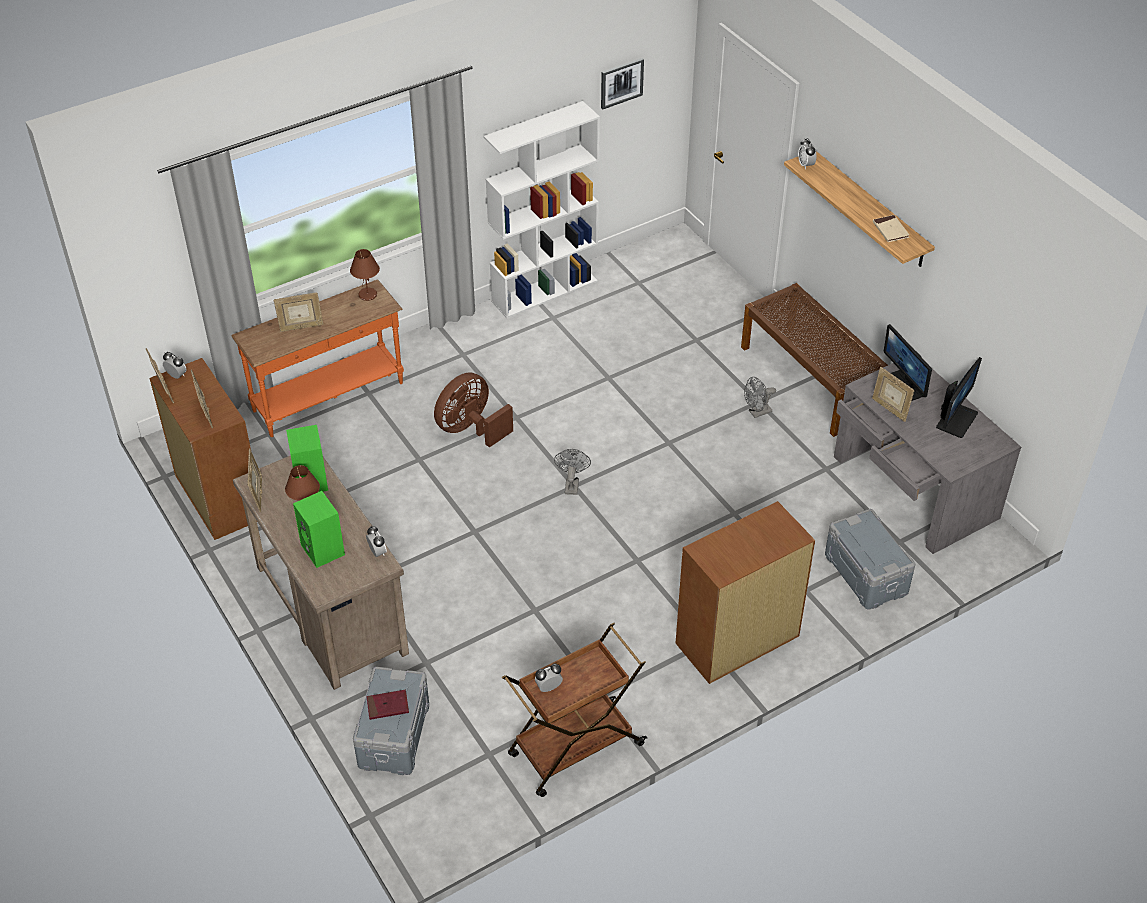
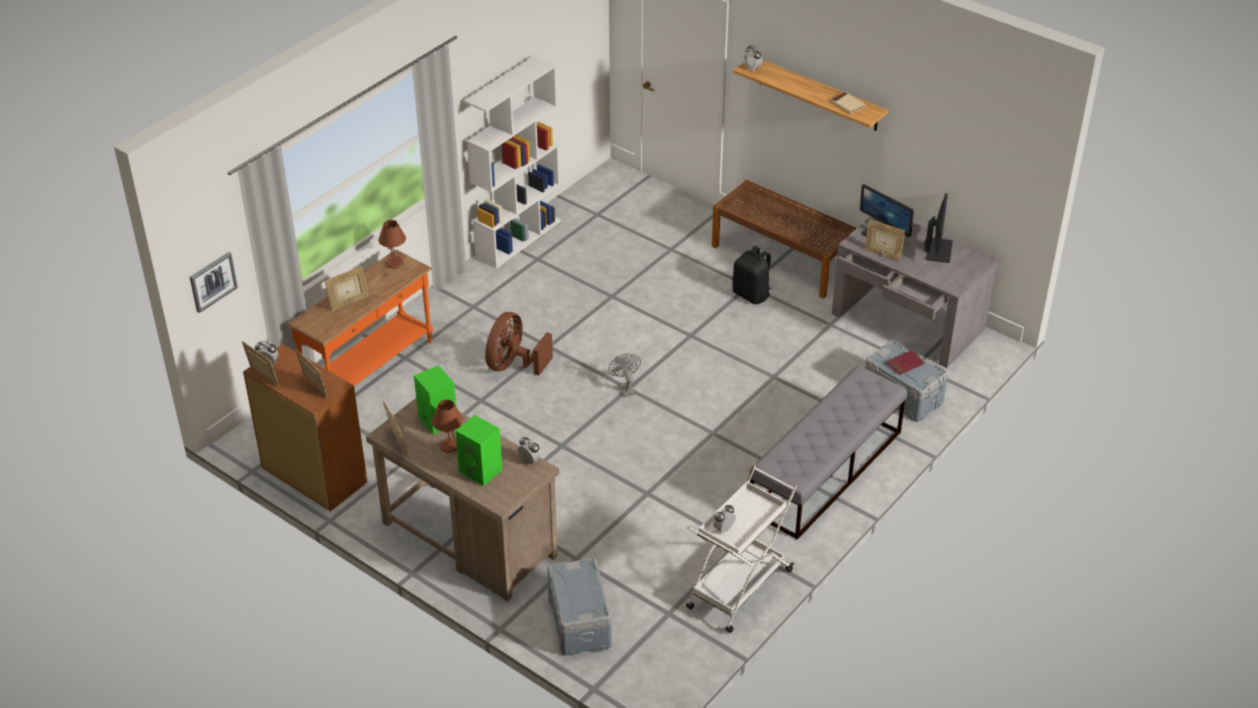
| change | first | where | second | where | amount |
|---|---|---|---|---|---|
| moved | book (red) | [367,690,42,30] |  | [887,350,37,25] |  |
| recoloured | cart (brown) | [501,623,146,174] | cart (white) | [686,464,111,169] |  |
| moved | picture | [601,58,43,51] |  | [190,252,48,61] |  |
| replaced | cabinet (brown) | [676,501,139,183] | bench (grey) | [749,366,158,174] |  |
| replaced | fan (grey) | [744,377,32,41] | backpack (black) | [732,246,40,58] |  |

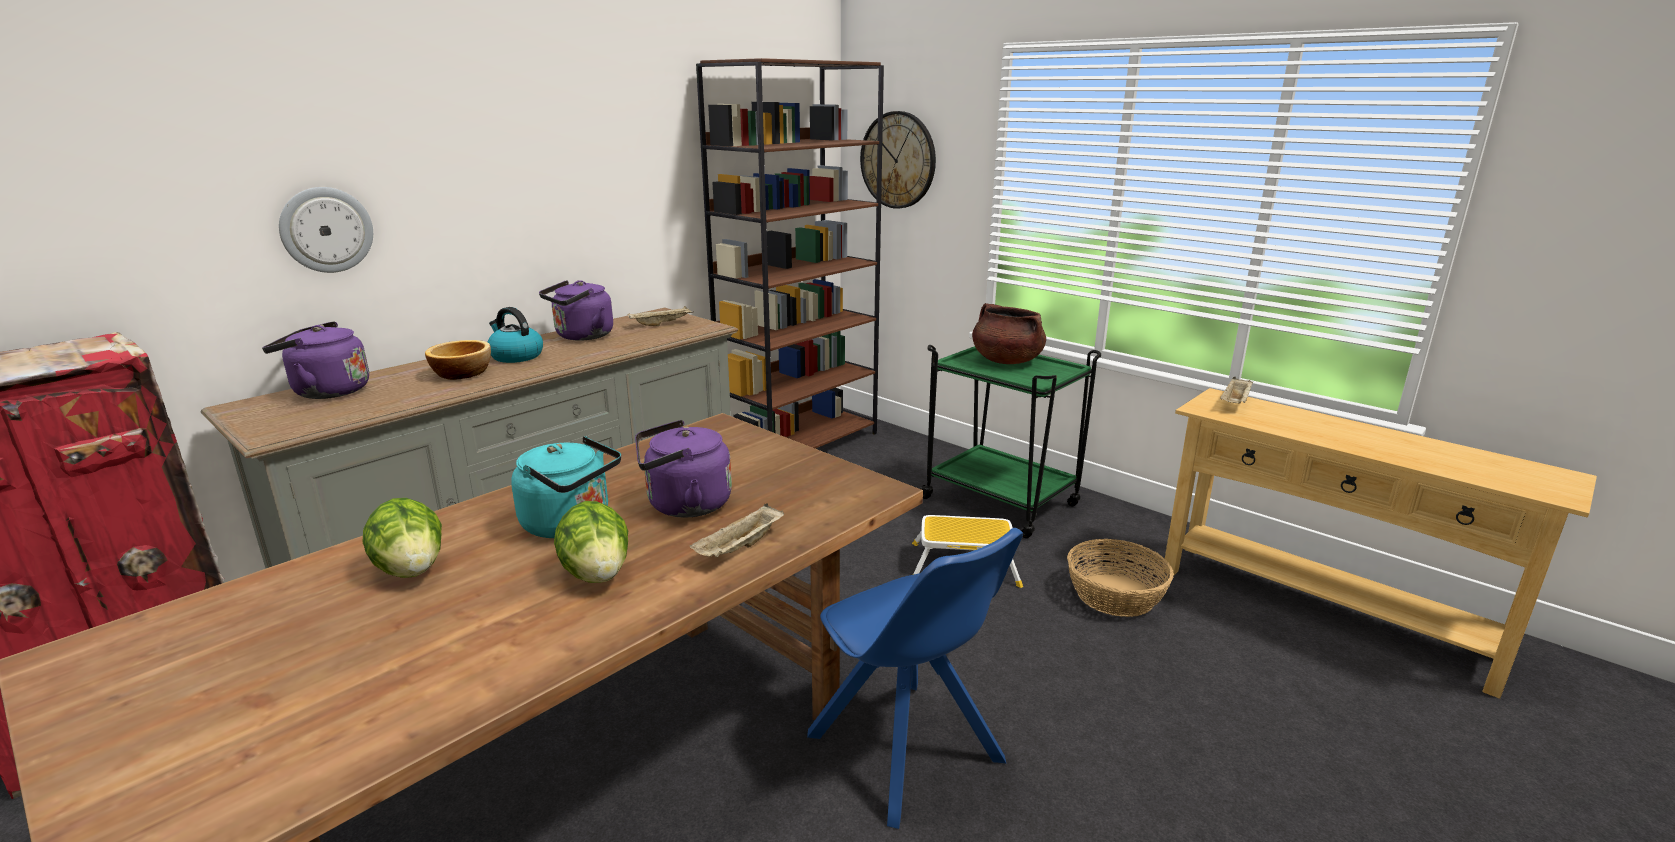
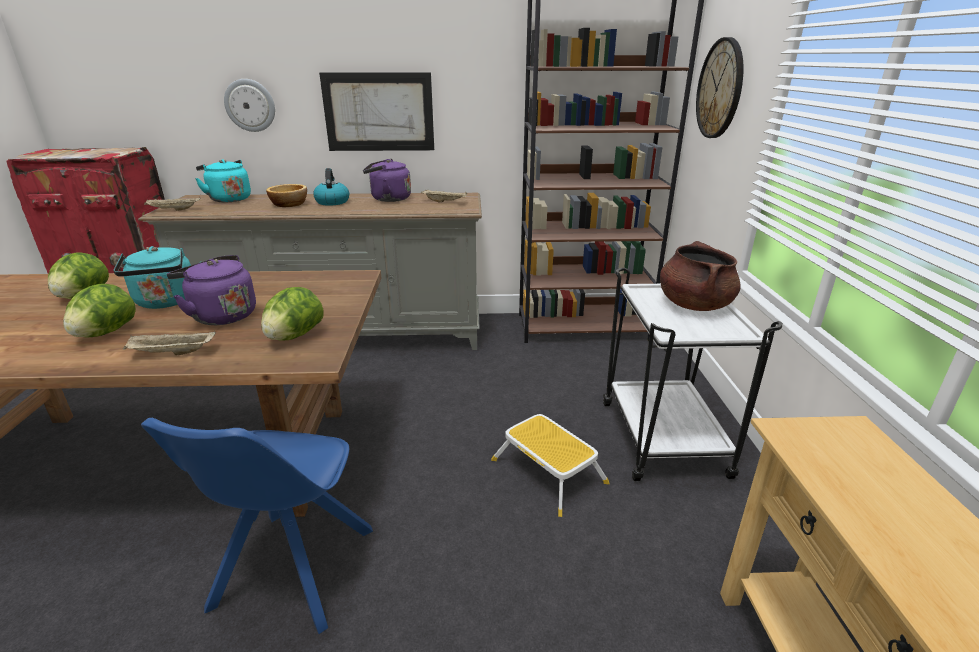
| change | first | where | second | where | amount |
|---|---|---|---|---|---|
| recoloured | kettle (purple) | [262,321,107,78] | kettle (turquoise) | [195,159,56,43] |  |
| recoloured | cart (green) | [920,345,181,193] | cart (white) | [603,268,180,213] |  |
| removed | basket | [1067,539,107,78] |  |  |  |
| moved | tray (beige) | [1220,377,33,26] |  | [144,198,57,13] |  |
| added |  |  | lettuce | [261,287,63,53] |  |
| added |  |  | picture | [319,72,115,79] |  |

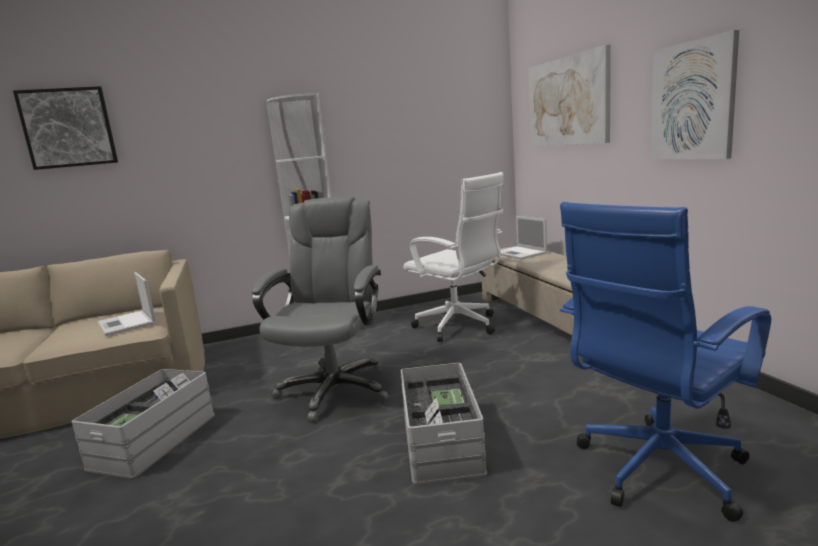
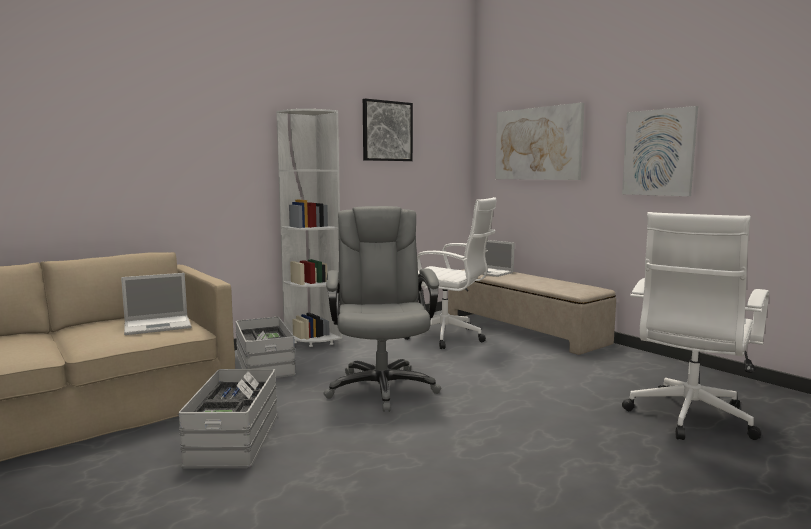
| change | first | where | second | where | amount |
|---|---|---|---|---|---|
| moved | picture | [13,86,105,84] |  | [363,99,50,62] |  |
| turned | laptop | [98,272,58,64] |  | [121,273,70,62] | 60 degrees counterclockwise |
| moved | storage box (grey) | [401,363,86,122] |  | [236,317,60,61] |  |
| recoloured | office chair (blue) | [560,202,211,320] | office chair (white) | [622,212,147,228] |  |

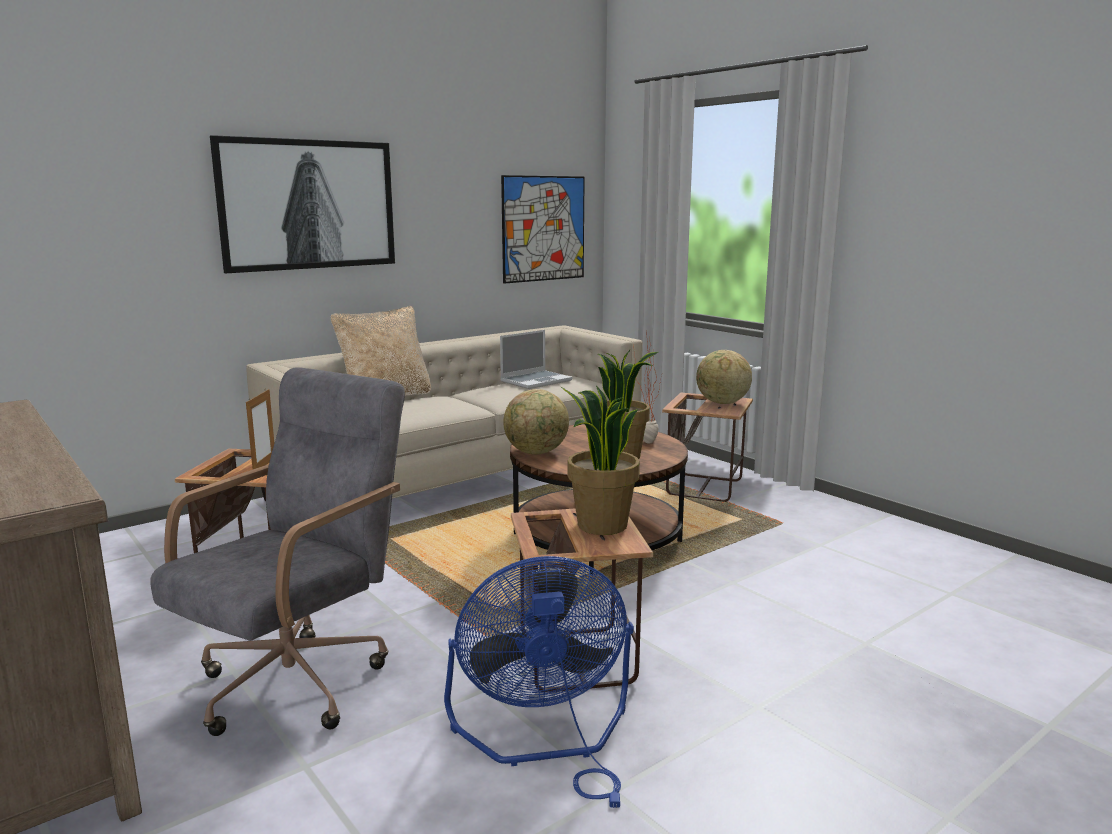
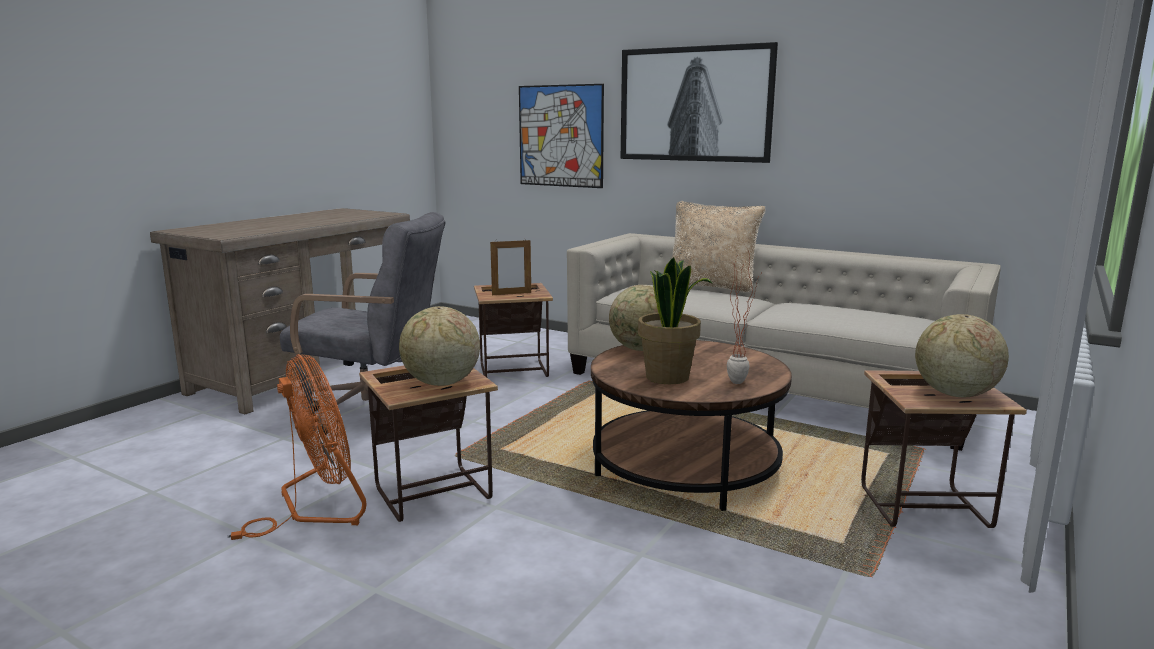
| change | first | where | second | where | amount |
|---|---|---|---|---|---|
| recoloured | fan (blue) | [444,556,190,252] | fan (orange) | [228,354,138,186] |  |
| removed | laptop | [500,330,72,59] |  |  |  |
| moved | picture | [501,175,84,109] |  | [519,84,85,104] |  |
| replaced | potted plant | [561,386,79,149] | globe | [399,306,81,80] |  |

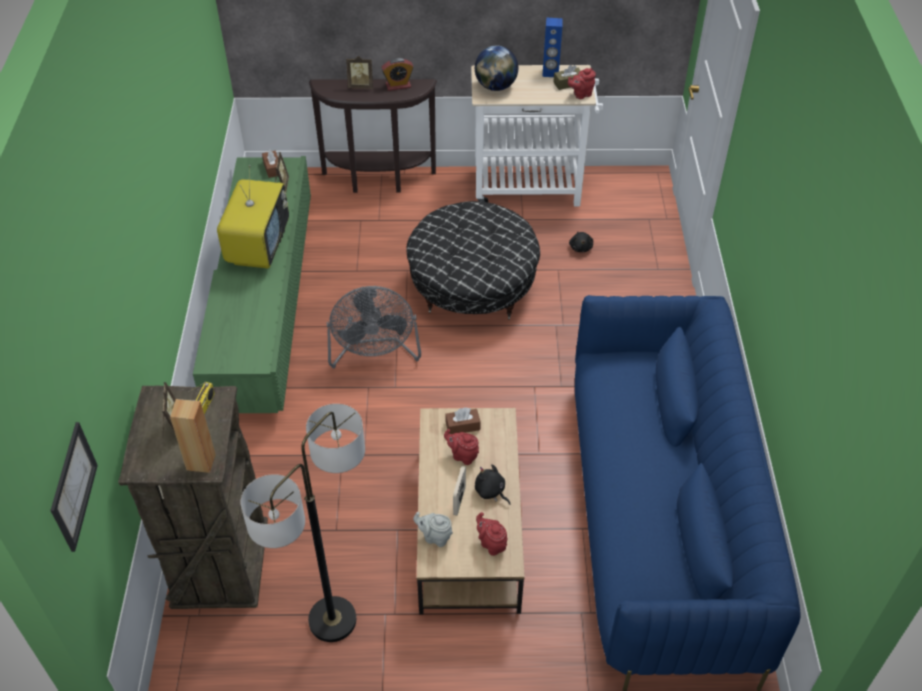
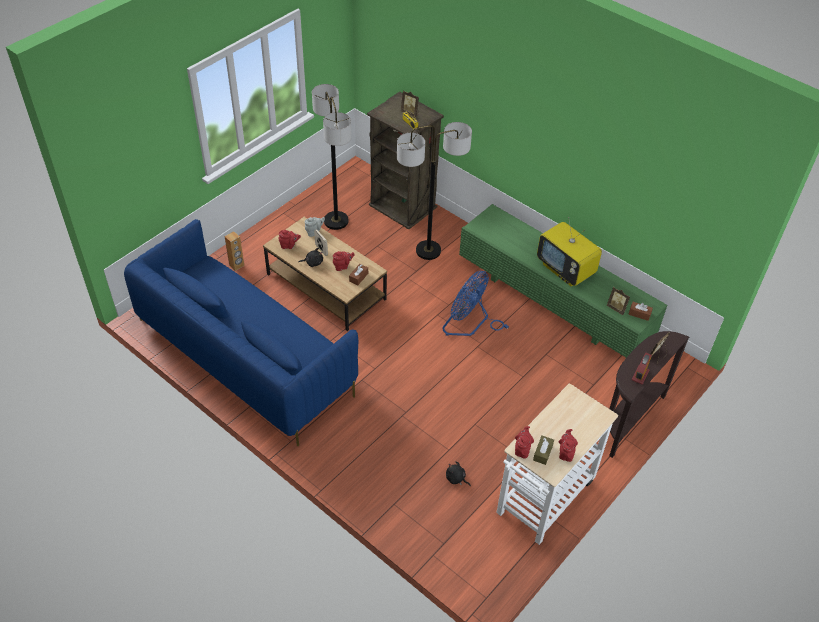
| change | first | where | second | where | amount |
|---|---|---|---|---|---|
| removed | picture | [50,422,48,130] |  |  |  |
| moved | speaker (brown) | [170,399,46,74] |  | [224,231,20,40] |  |
| recoloured | fan (grey) | [327,286,94,83] | fan (blue) | [442,271,67,65] |  |
| removed | ottoman (black) | [406,201,134,119] |  |  |  |
| removed | globe | [475,45,43,46] |  |  |  |
| replaced | speaker (blue) | [542,18,20,59] | teapot (red) | [559,429,19,33] |  |
| added |  |  | floor lamp | [397,122,75,138] |  |

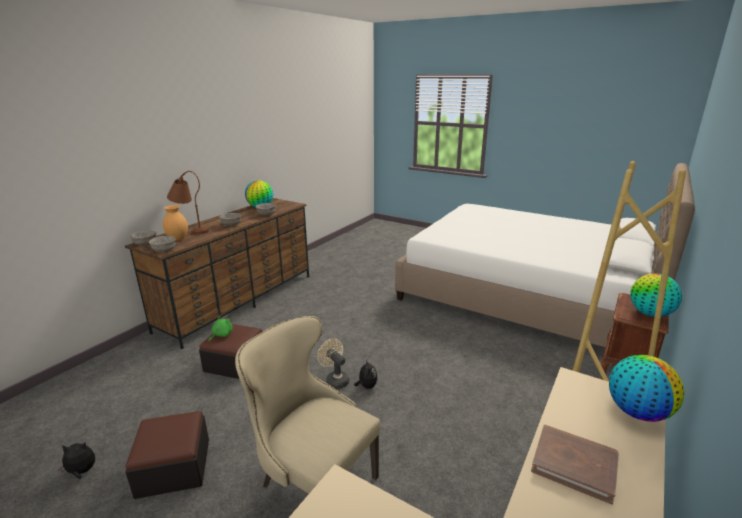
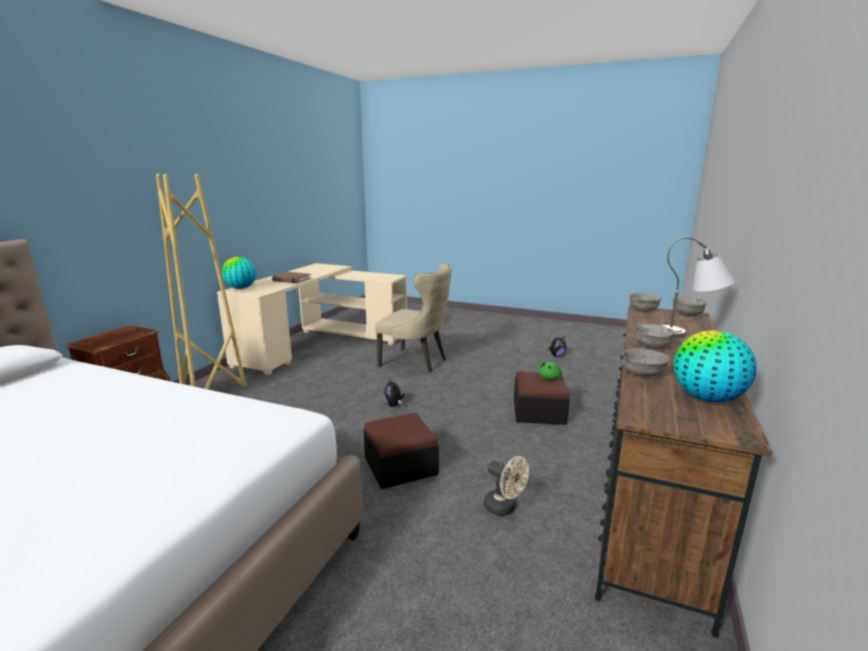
| change | first | where | second | where | amount |
|---|---|---|---|---|---|
| moved | ottoman | [126,411,83,88] |  | [364,413,75,76] |  |
| removed | vase (brown) | [163,205,25,36] |  |  |  |
| recoloured | table lamp (brown) | [167,171,42,64] | table lamp (grey) | [661,237,74,101] |  |
| moved | fan (beige) | [317,339,32,50] |  | [484,456,45,60] |  |
| removed | globe | [630,273,52,44] |  |  |  |

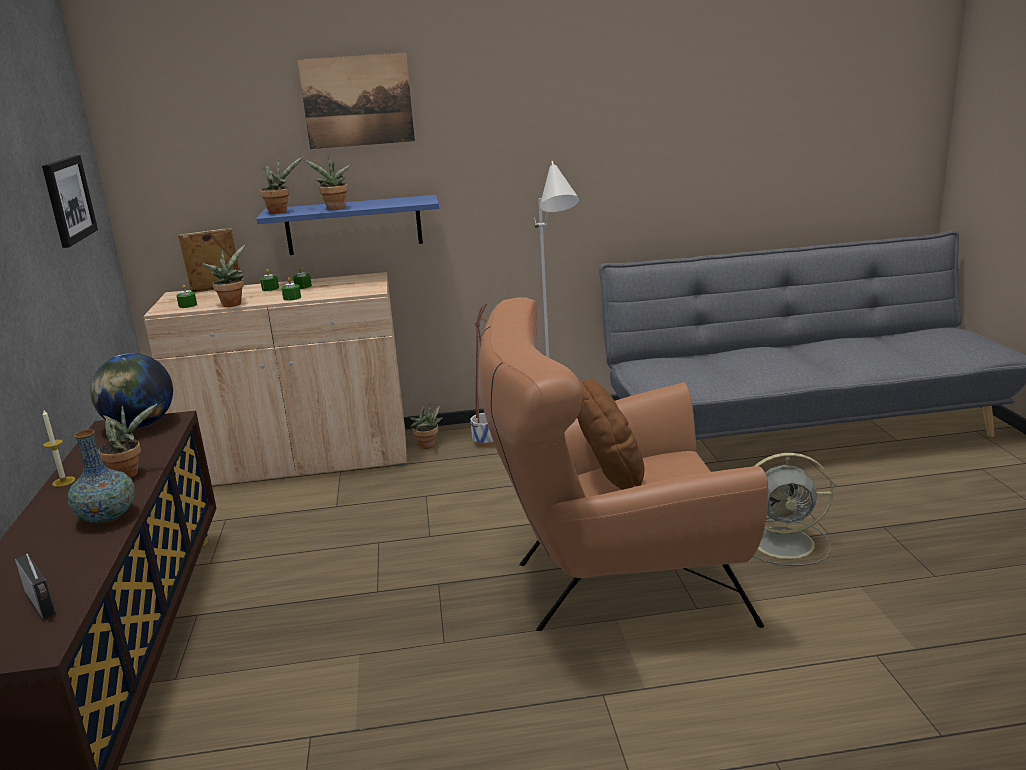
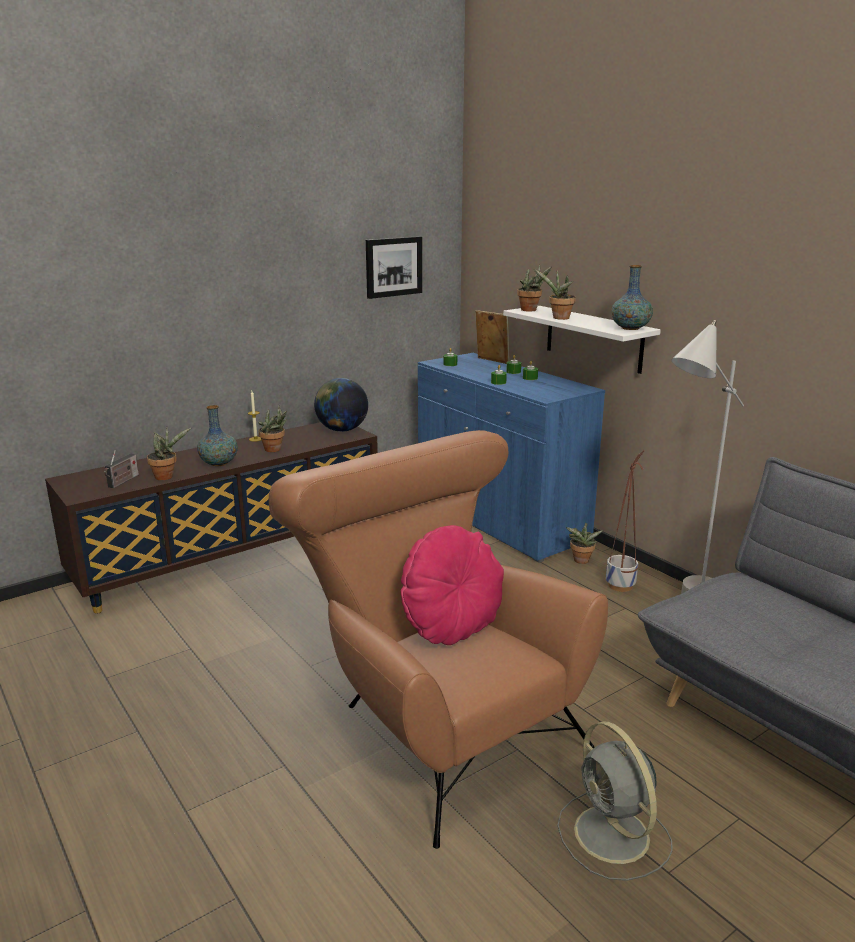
| change | first | where | second | where | amount |
|---|---|---|---|---|---|
| recoloured | cabinet (beige) | [143,272,264,213] | cabinet (blue) | [418,353,187,210] |  |
| moved | potted plant | [201,245,44,62] |  | [147,427,44,53] |  |
| recoloured | shelf (blue) | [256,195,183,60] | shelf (white) | [503,306,158,68] |  |
| removed | picture | [298,52,117,97] |  |  |  |
| recoloured | pillow (brown) | [577,379,67,111] | pillow (pink) | [401,525,103,120] |  |
| added |  |  | vase | [611,265,42,65] |  |

